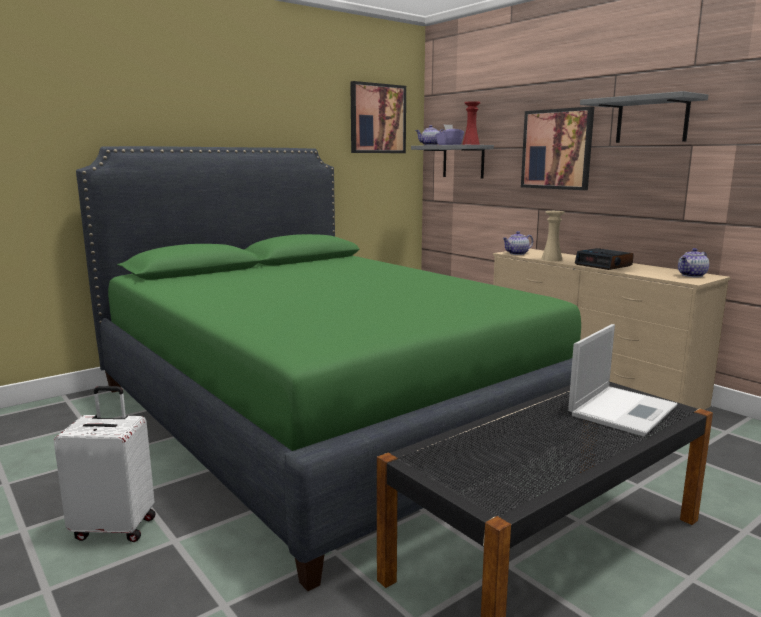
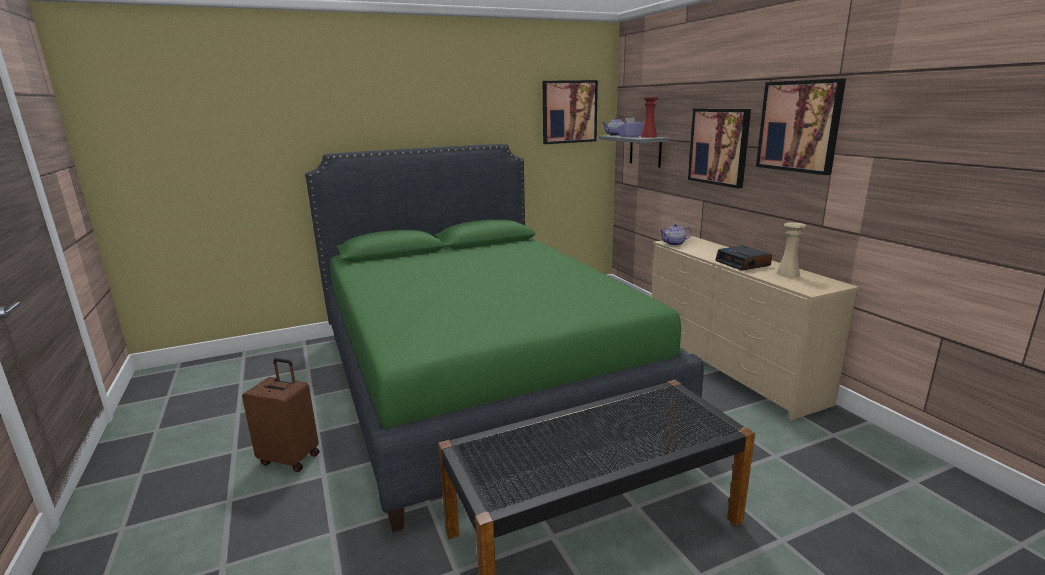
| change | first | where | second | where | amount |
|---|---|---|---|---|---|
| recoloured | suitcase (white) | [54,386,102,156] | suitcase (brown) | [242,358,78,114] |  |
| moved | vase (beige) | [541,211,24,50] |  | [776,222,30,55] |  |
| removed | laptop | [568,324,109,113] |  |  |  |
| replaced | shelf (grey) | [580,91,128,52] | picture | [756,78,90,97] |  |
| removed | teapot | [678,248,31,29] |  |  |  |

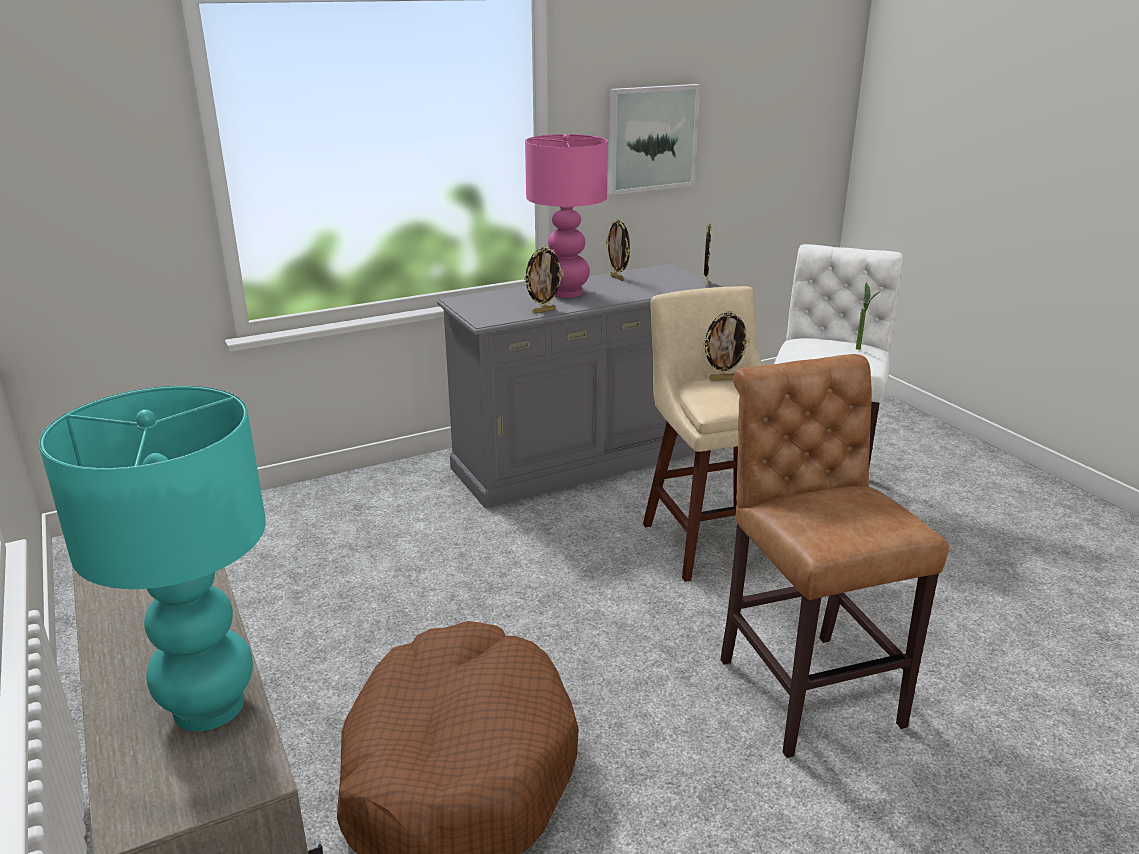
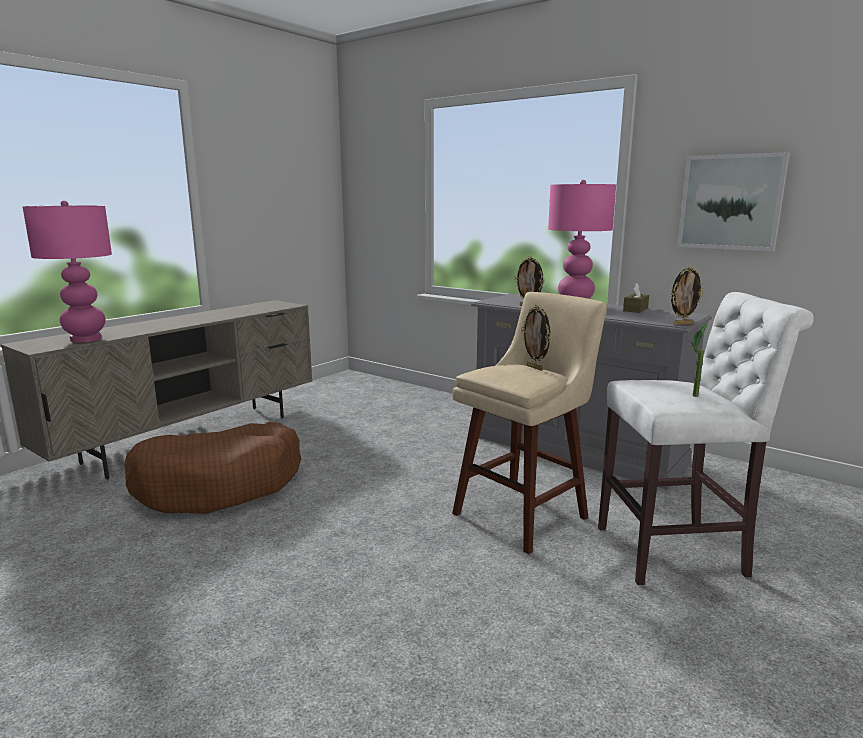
| change | first | where | second | where | amount |
|---|---|---|---|---|---|
| recoloured | table lamp (turquoise) | [39,386,227,345] | table lamp (pink) | [22,200,90,142] |  |
| replaced | picture frame | [606,219,24,62] | tissue box (brown) | [623,283,26,30] |  |
| removed | stool (brown) | [720,354,229,404] |  |  |  |

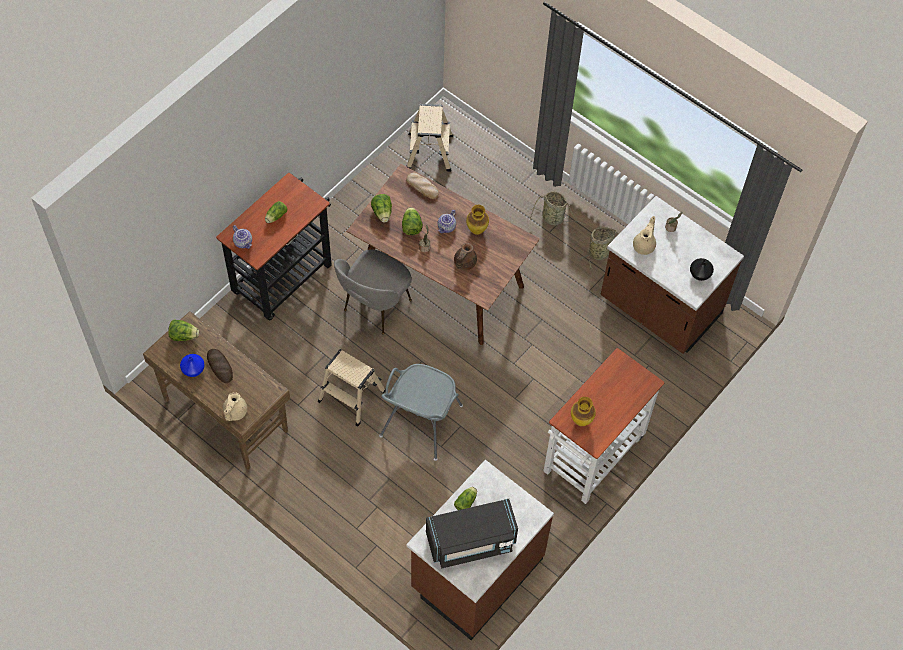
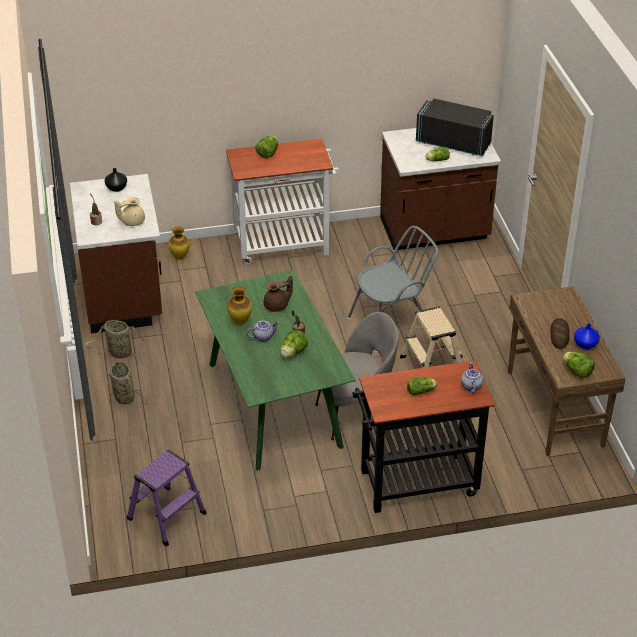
| change | first | where | second | where | amount |
|---|---|---|---|---|---|
| removed | teapot (beige) | [223,392,24,29] |  |  |  |
| recoloured | dining table (brown) | [346,164,194,181] | dining table (green) | [195,270,161,200] |  |
| moved | lettuce | [371,194,21,28] |  | [255,136,23,22] |  |
| recoloured | step ladder (beige) | [406,104,47,68] | step ladder (purple) | [127,449,79,97] |  |
| removed | bread | [406,173,33,26] |  |  |  |
| moved | vase | [571,397,25,29] |  | [168,226,22,34] |  |

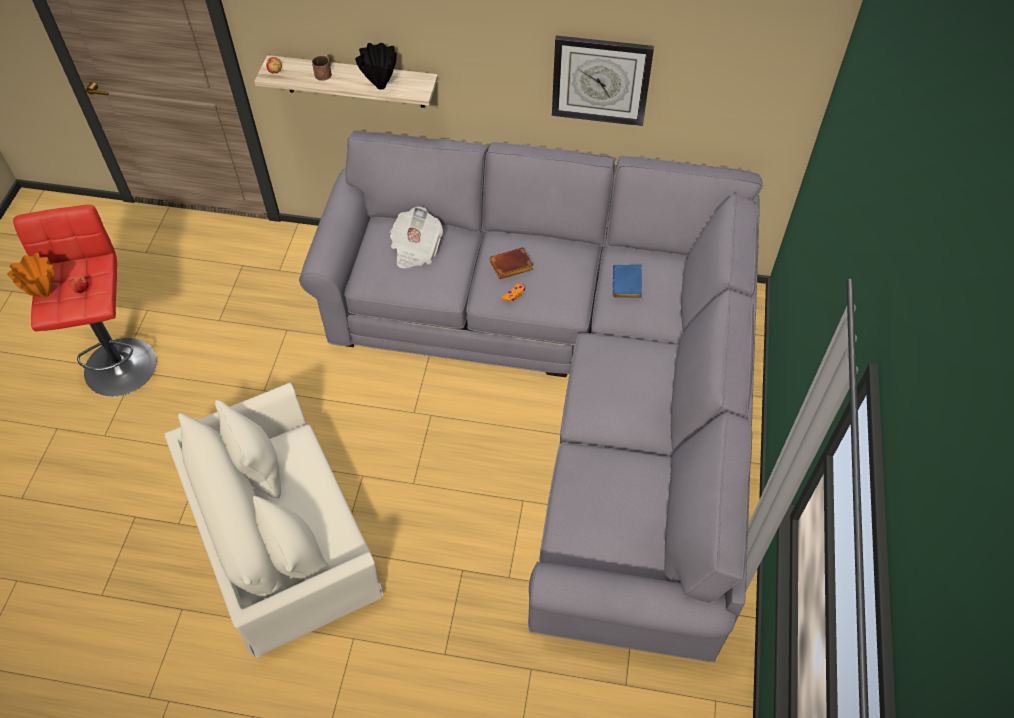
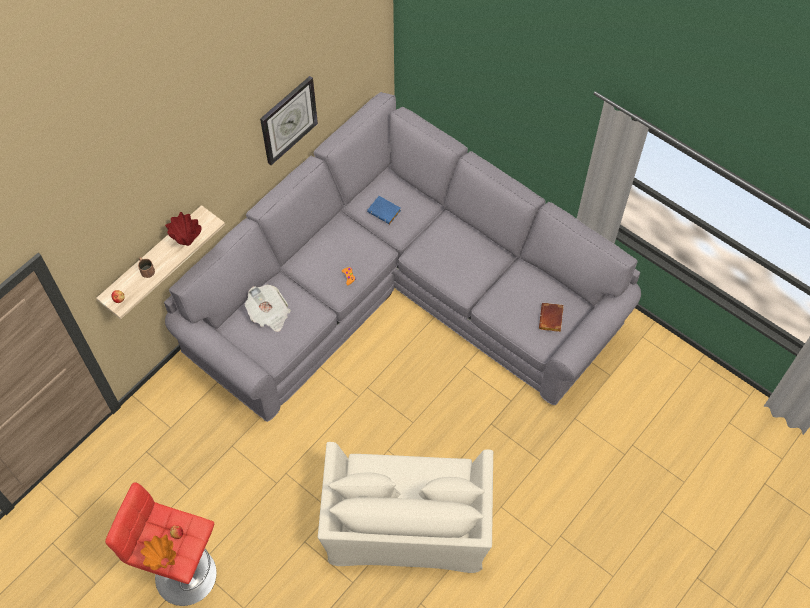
| change | first | where | second | where | amount |
|---|---|---|---|---|---|
| recoloured | vase (black) | [355,43,42,47] | vase (red) | [165,212,36,34] |  |
| moved | book (brown) | [489,247,44,33] |  | [539,303,25,29] |  |

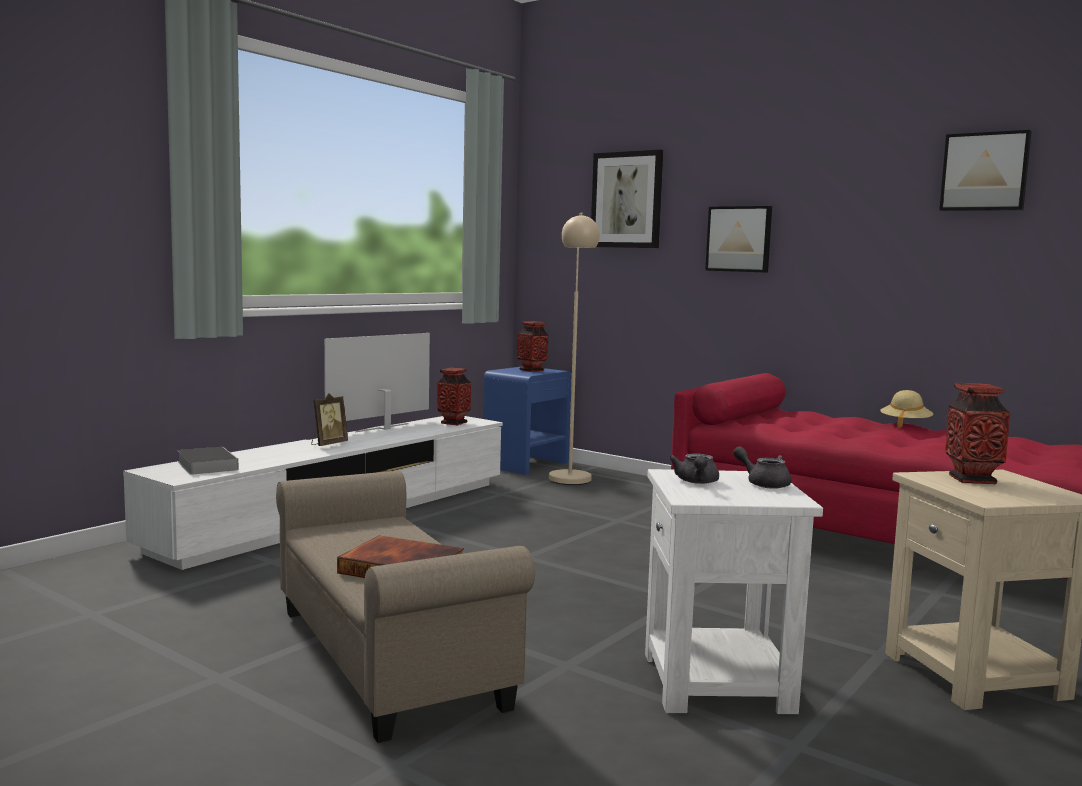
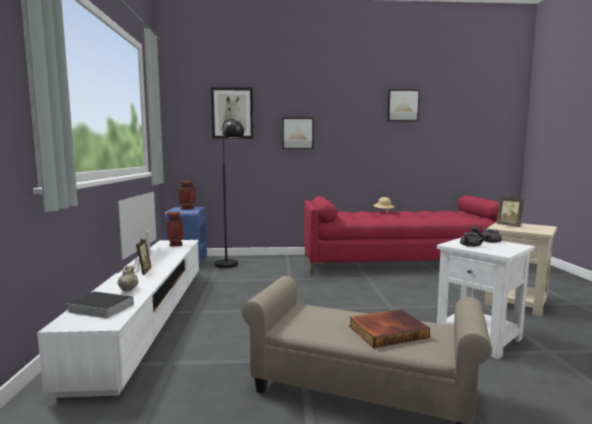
| change | first | where | second | where | amount |
|---|---|---|---|---|---|
| recoloured | floor lamp (beige) | [549,212,51,273] | floor lamp (black) | [215,118,29,150] |  |
| replaced | vase | [946,383,64,101] | picture frame | [496,195,28,32] |  |
| added |  |  | teapot (beige) | [118,265,21,26] |  |

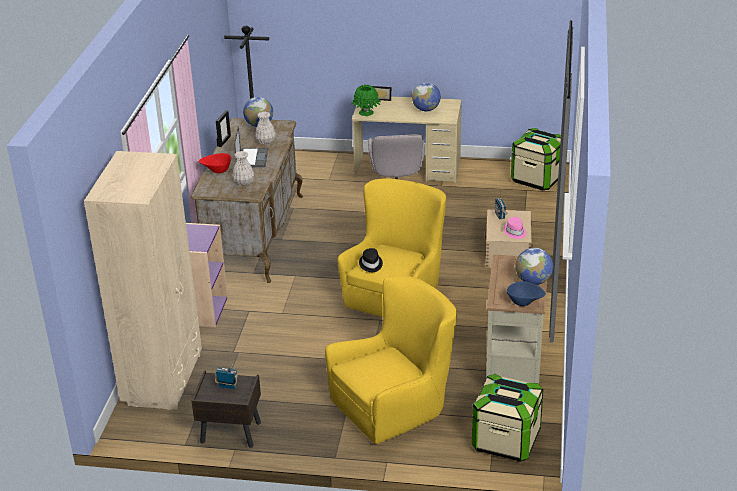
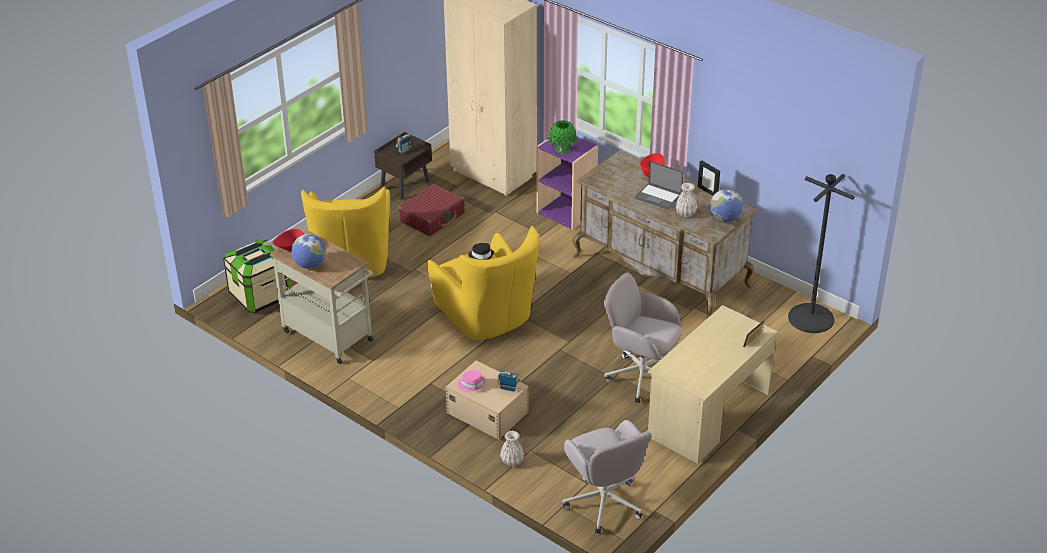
| change | first | where | second | where | amount |
|---|---|---|---|---|---|
| moved | vase (white) | [233,151,21,34] |  | [500,430,24,36] |  |
| moved | vase (green) | [351,84,30,32] |  | [547,120,31,34] |  |
| removed | globe | [412,83,29,28] |  |  |  |
| recoloured | bowl (blue) | [507,281,39,25] | bowl (red) | [273,229,31,23] |  |
| replaced | storage box | [511,128,50,62] | office chair (grey) | [562,420,90,114] |  |
| added |  |  | suitcase (red) | [399,184,66,52] |  |

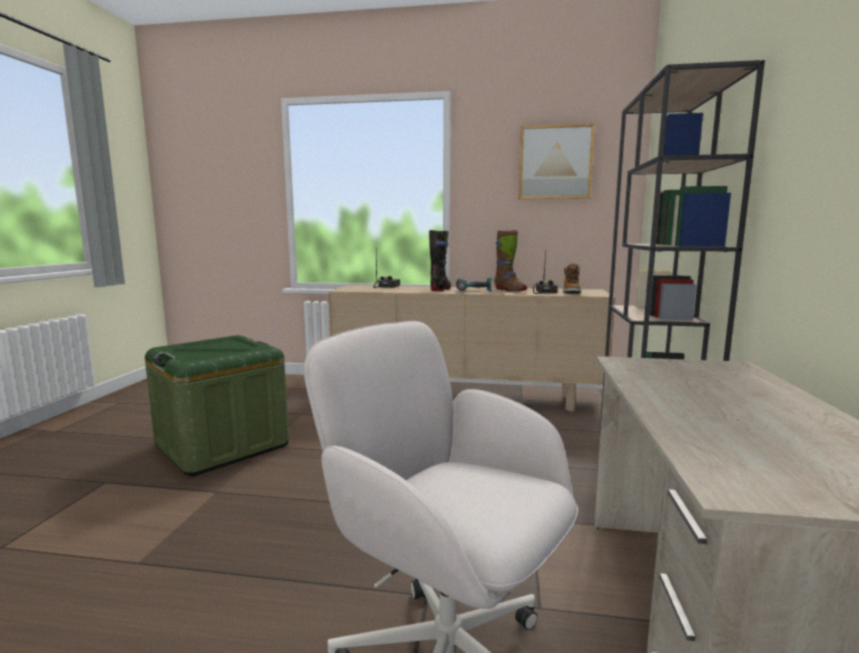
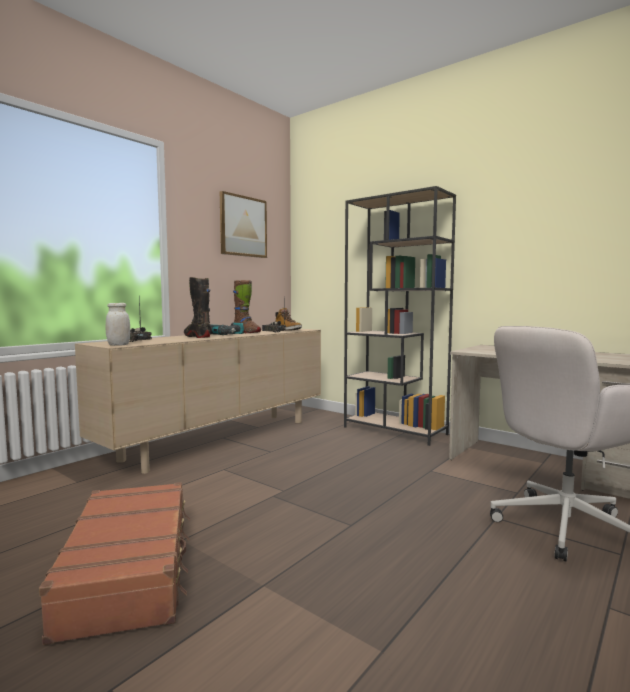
| change | first | where | second | where | amount |
|---|---|---|---|---|---|
| replaced | storage box (green) | [145,335,144,141] | suitcase (brown) | [39,482,151,163] |  |
| turned | boot (brown) | [494,230,33,62] |  | [233,280,28,53] | 45 degrees clockwise |
| added |  |  | jar (white) | [106,303,24,43] |  |

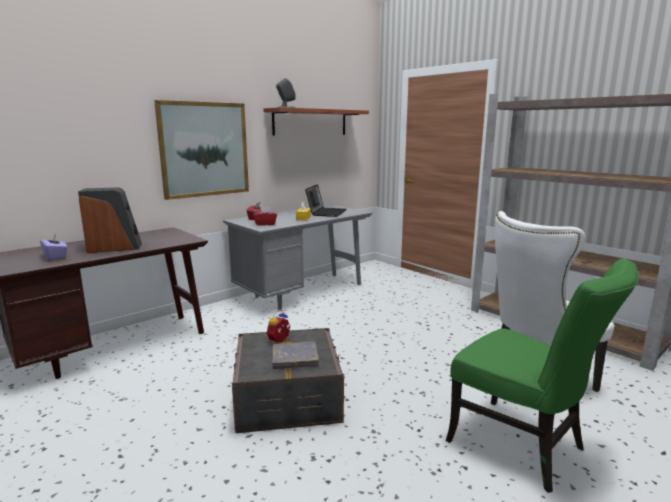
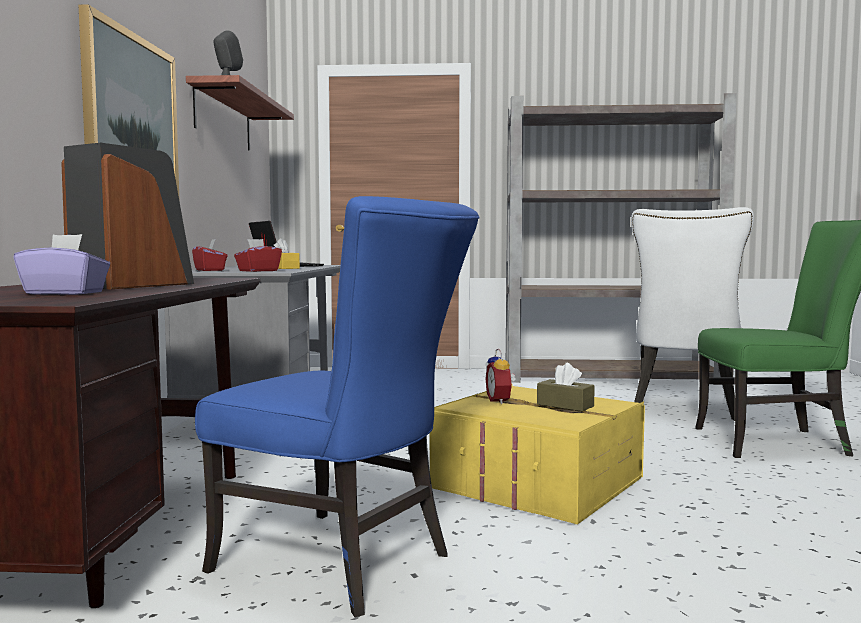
| change | first | where | second | where | amount |
|---|---|---|---|---|---|
| recoloured | storage box (grey) | [232,328,112,105] | storage box (yellow) | [430,386,215,138] |  |
| replaced | book (grey) | [272,342,47,27] | tissue box (brown) | [537,363,58,48] |  |
| added |  |  | chair (blue) | [195,196,285,421] |  |

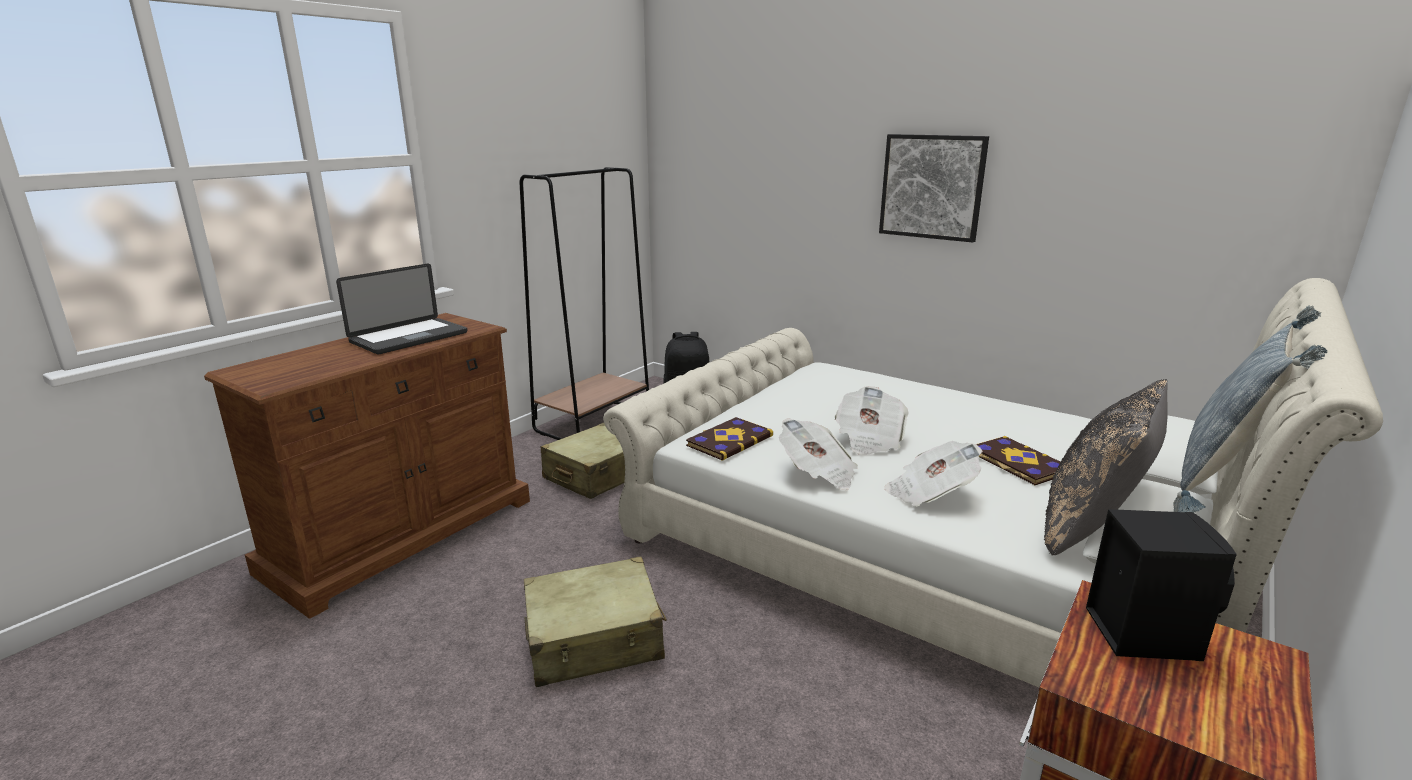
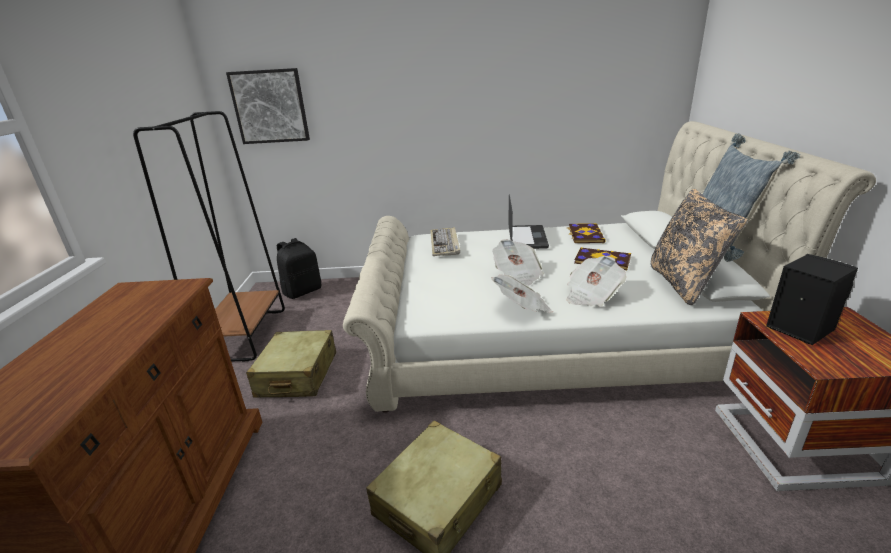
| change | first | where | second | where | amount |
|---|---|---|---|---|---|
| moved | laptop | [336,264,131,90] |  | [509,194,40,55] |  |
| moved | book | [686,417,87,44] |  | [567,223,39,20] |  |
| moved | picture | [879,134,110,109] |  | [226,68,84,76] |  |
| added |  |  | keyboard | [430,227,30,29] |  |

